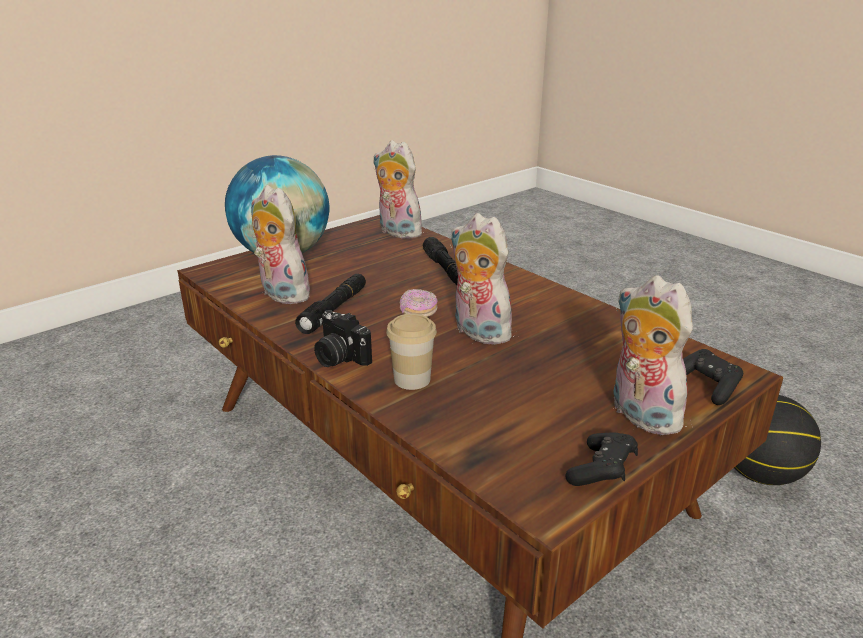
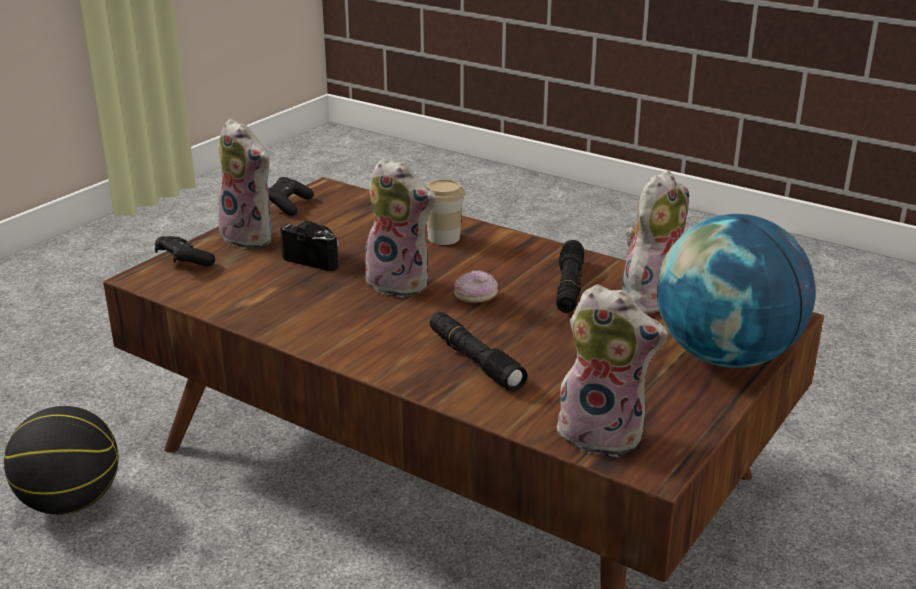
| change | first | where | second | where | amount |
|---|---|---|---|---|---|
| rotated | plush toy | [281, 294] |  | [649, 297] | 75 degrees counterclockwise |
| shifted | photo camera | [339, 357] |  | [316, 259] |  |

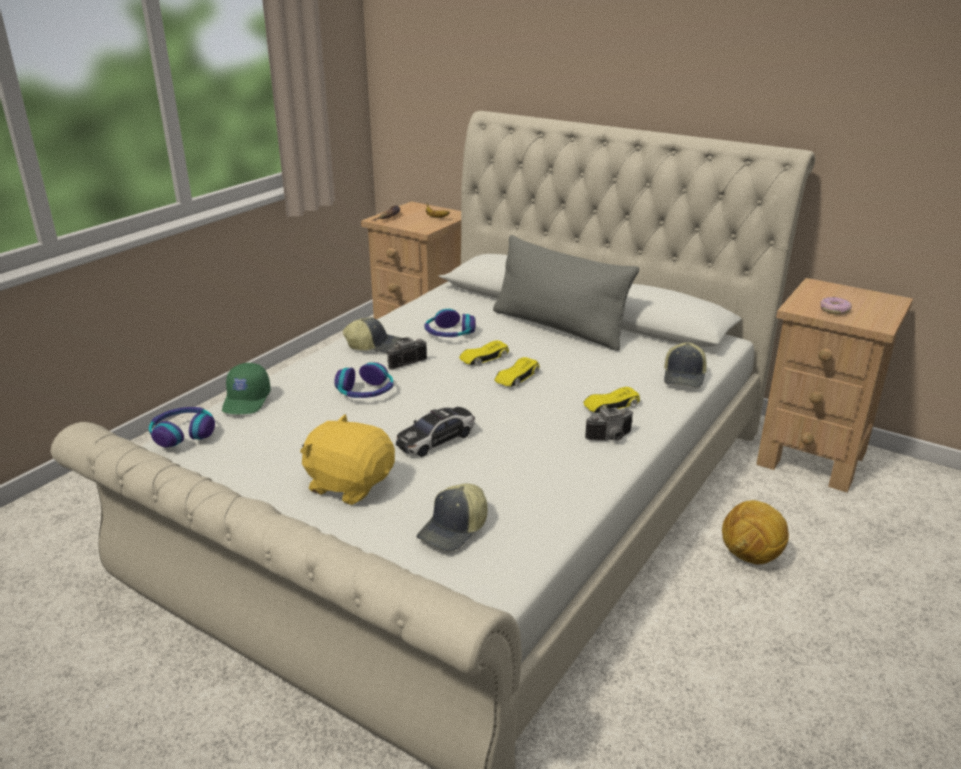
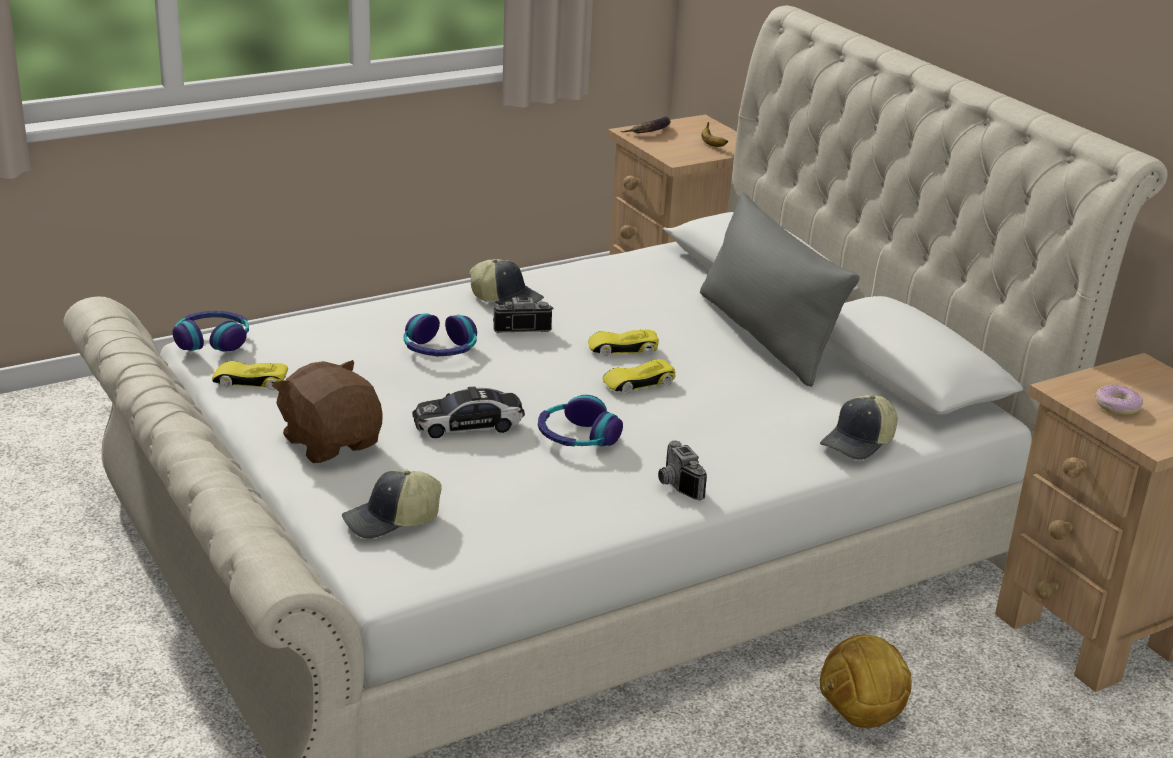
| change | first | where | second | where | amount |
|---|---|---|---|---|---|
| shifted | headphones | [449, 333] |  | [577, 437] |  |
| gone | cap (green) | [247, 400] |  |  |  |
| shifted | toy car (yellow) | [611, 405] |  | [250, 381] |  |
| rotated | photo camera | [611, 438] |  | [675, 485] | 60 degrees clockwise |
| repainted | plush toy (yellow) | [350, 484] | plush toy (brown) | [331, 442] |  |

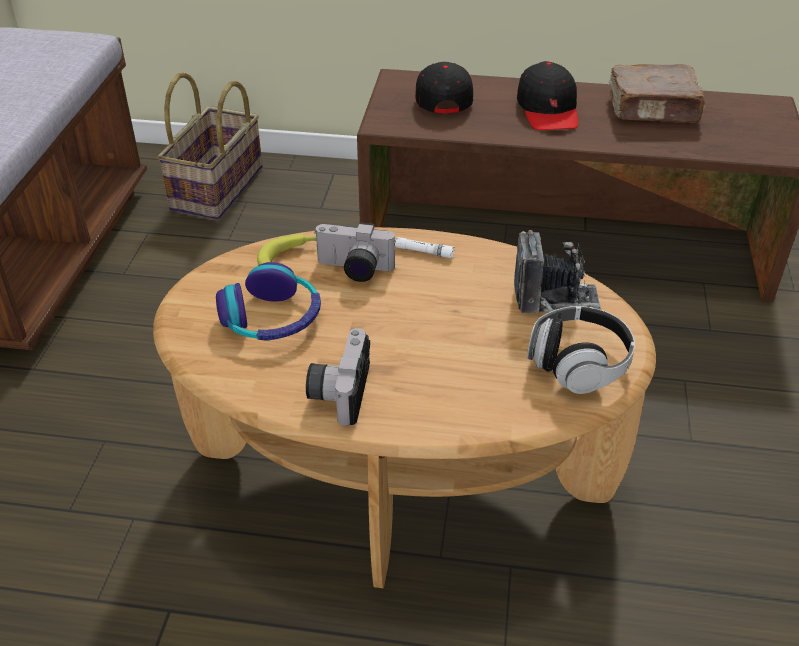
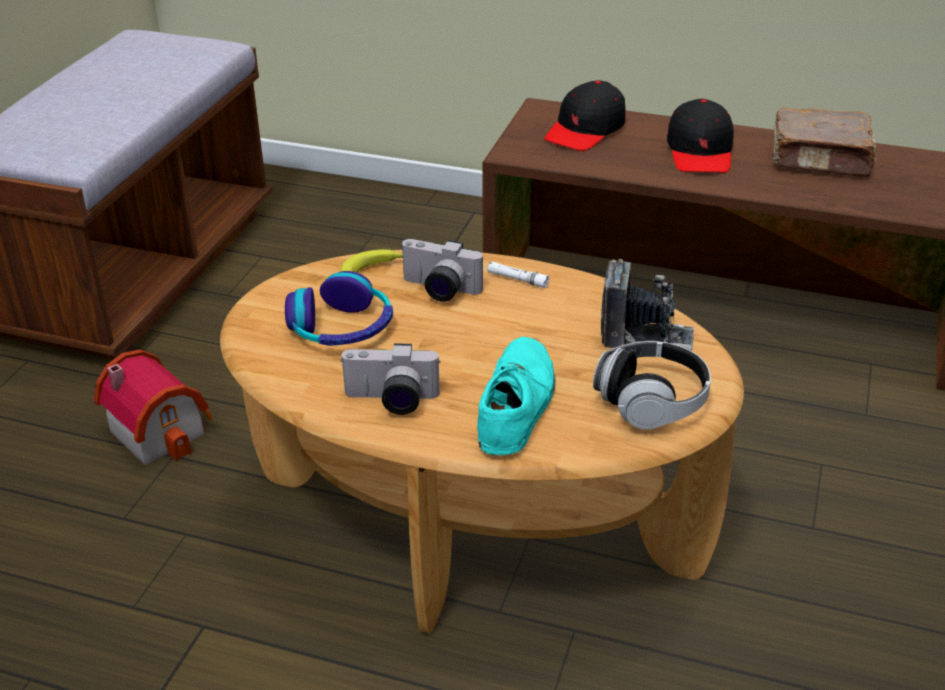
| change | first | where | second | where | amount |
|---|---|---|---|---|---|
| rotated | cap (black) | [442, 96] |  | [585, 130] | 150 degrees counterclockwise |
| gone | basket | [218, 188] |  |  |  |
| rotated | photo camera | [338, 390] |  | [391, 401] | 105 degrees counterclockwise |
| new |  |  | shoe (turquoise) | [515, 405] |  |
| new |  |  | toy house | [161, 429] |  |

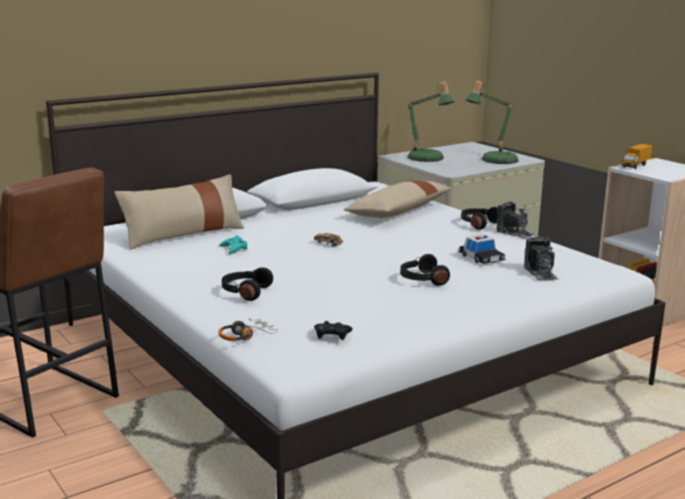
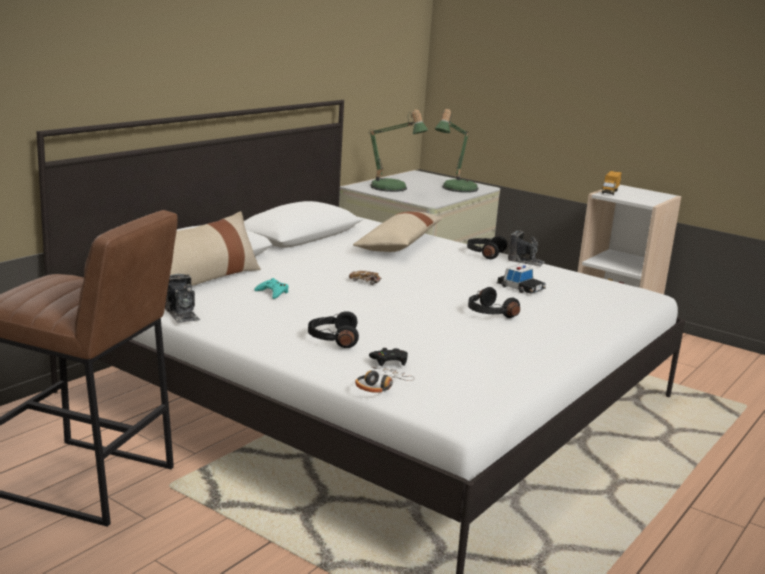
| change | first | where | second | where | amount |
|---|---|---|---|---|---|
| shifted | photo camera | [541, 273] |  | [182, 314] |  |
| shifted | game controller (black) | [332, 335] |  | [389, 361] |  |

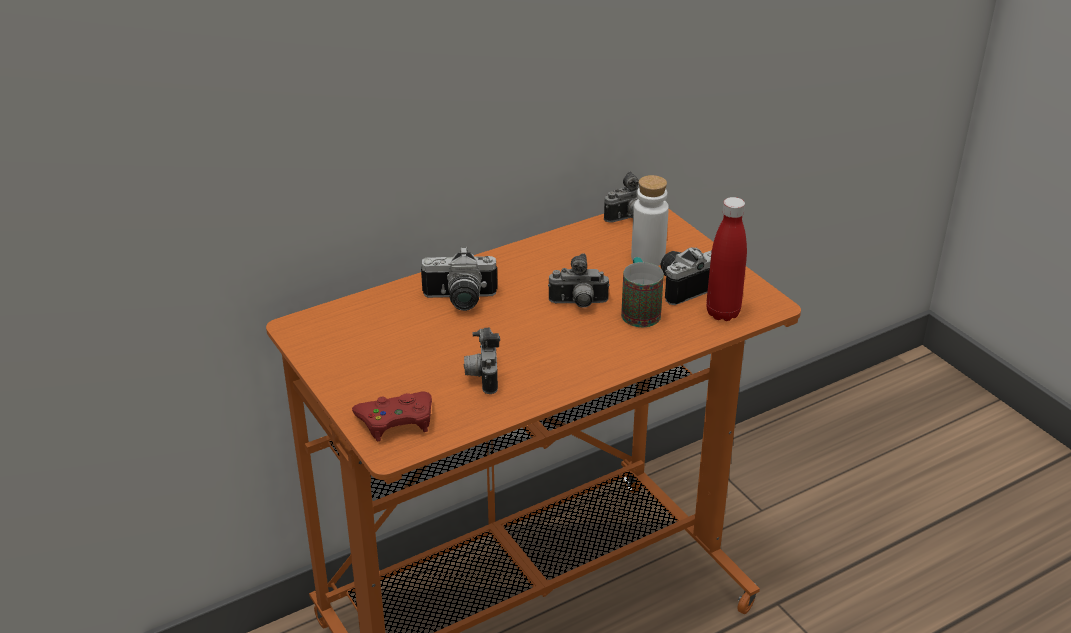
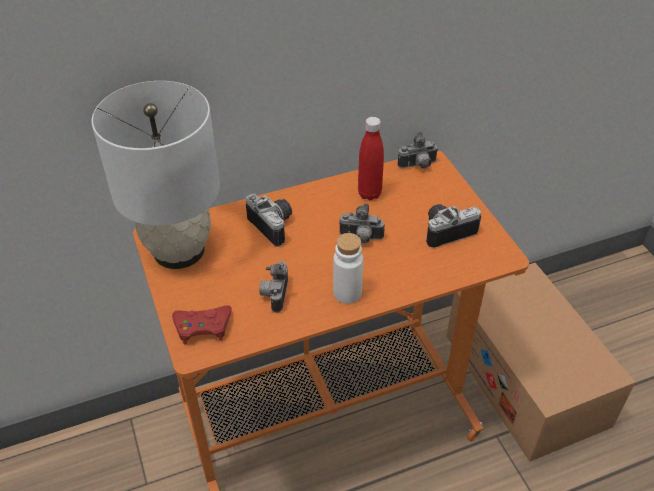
| change | first | where | second | where | amount |
|---|---|---|---|---|---|
| shifted | bottle (white) | [648, 258] |  | [347, 293] |  |
| shifted | bottle (red) | [723, 313] |  | [369, 194] |  |
| rotated | photo camera | [459, 301] |  | [275, 225] | 135 degrees counterclockwise |
| gone | mug | [639, 310] |  |  |  |
| new |  |  | table lamp (white) | [178, 250] |  |
| new |  |  | cardboard box | [525, 379] |  |

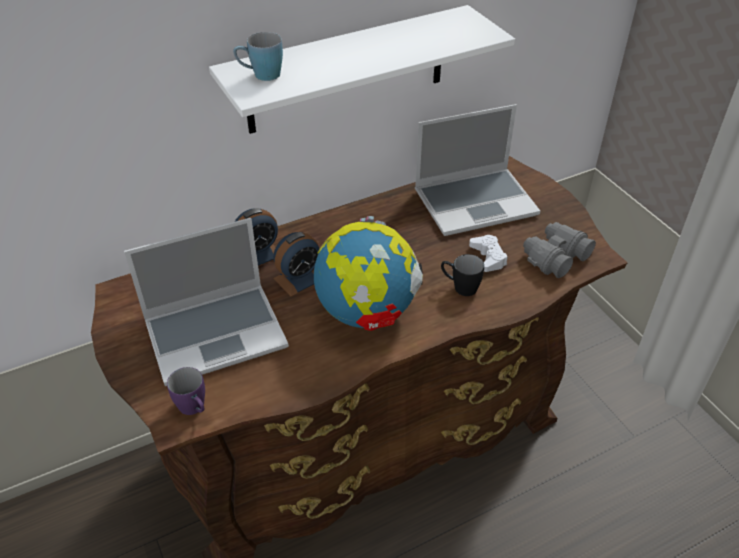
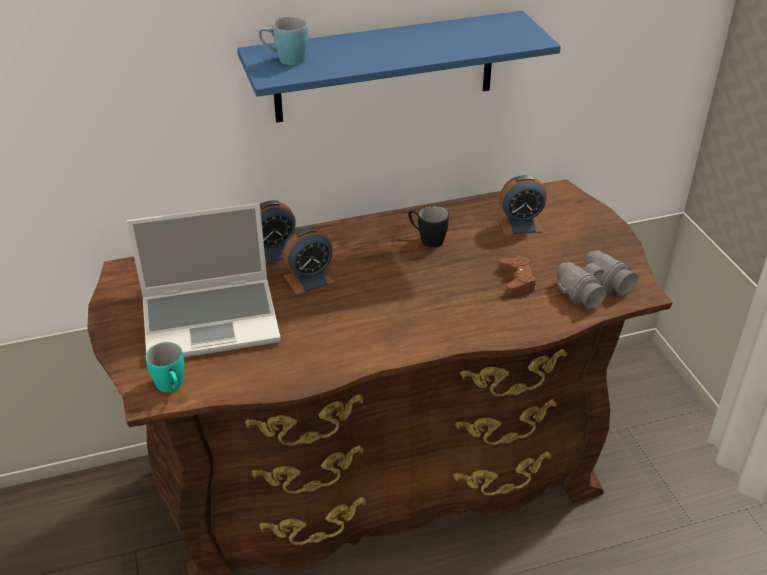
| change | first | where | second | where | amount |
|---|---|---|---|---|---|
| repainted | shelf (white) | [347, 70] | shelf (blue) | [385, 67] |  |
| swapped | laptop | [476, 202] | alarm clock | [520, 224] |  |
| gone | globe | [367, 313] |  |  |  |
| repainted | game controller (white) | [488, 257] | game controller (brown) | [517, 280] |  |
| shifted | mug (black) | [460, 287] |  | [427, 239] |  |
| repainted | mug (purple) | [194, 408] | mug (turquoise) | [172, 387] |  |

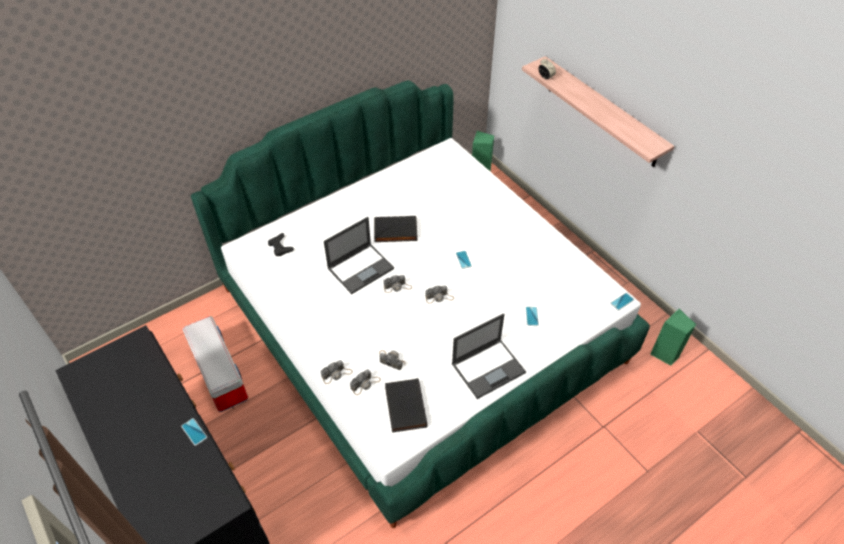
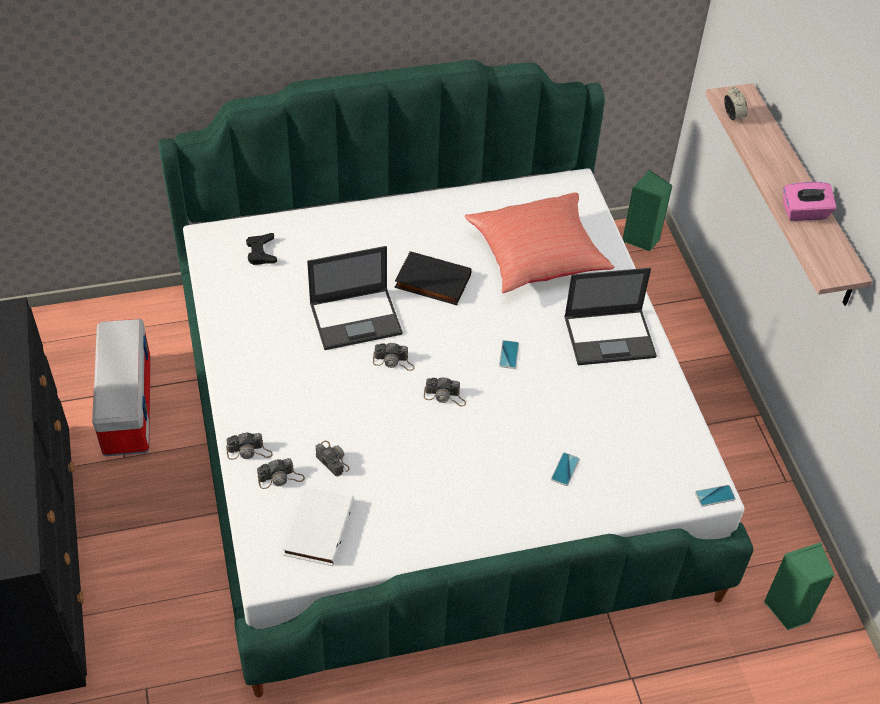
| change | first | where | second | where | amount |
|---|---|---|---|---|---|
| shifted | laptop | [489, 368] |  | [610, 336] |  |
| repainted | book (black) | [404, 406] | book (white) | [317, 527] |  |
| gone | phone | [194, 432] |  |  |  |
| new |  |  | tissue box (pink) | [804, 213] |  |
| new |  |  | pillow (red) | [538, 259] |  |

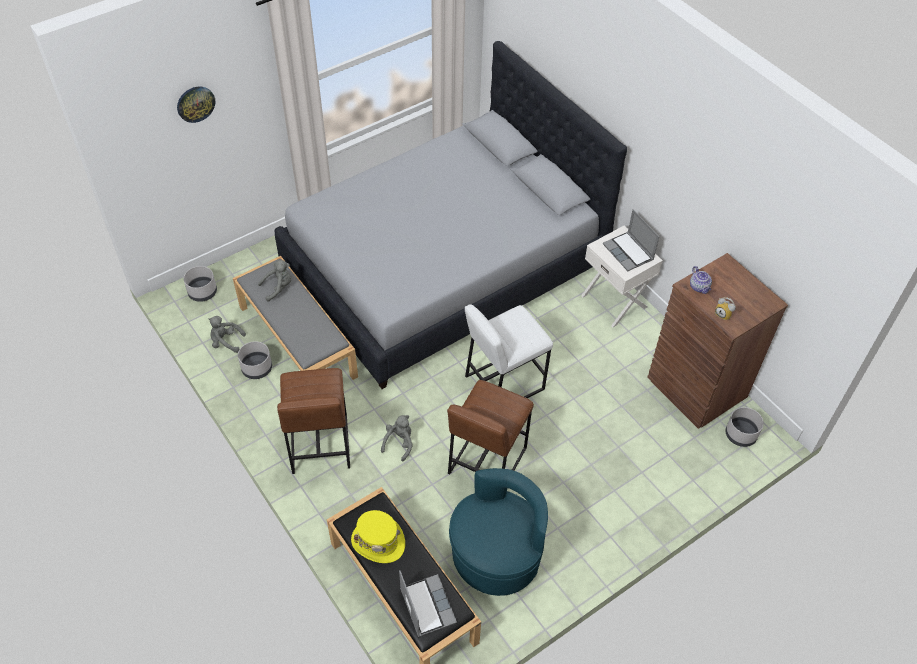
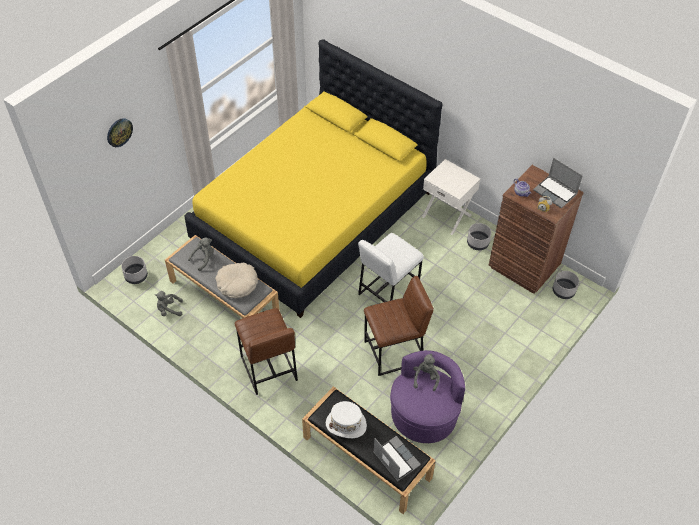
| change | first | where | second | where | amount |
|---|---|---|---|---|---|
| repainted | bed (grey) | [444, 266] | bed (yellow) | [314, 216] |  |
| shifted | laptop | [629, 252] |  | [555, 192] |  |
| shifted | planter (grey) | [256, 368] |  | [477, 243] |  |
| rotated | chair (brown) | [486, 461] |  | [394, 351] | 120 degrees counterclockwise |
| shifted | plush toy (grey) | [399, 443] |  | [425, 377] |  |
| repainted | armchair (turquoise) | [495, 557] | armchair (purple) | [423, 417] |  |
| repainted | hat (yellow) | [378, 542] | hat (white) | [346, 424] |  |
| new |  |  | pillow (beige) | [237, 285] |  |

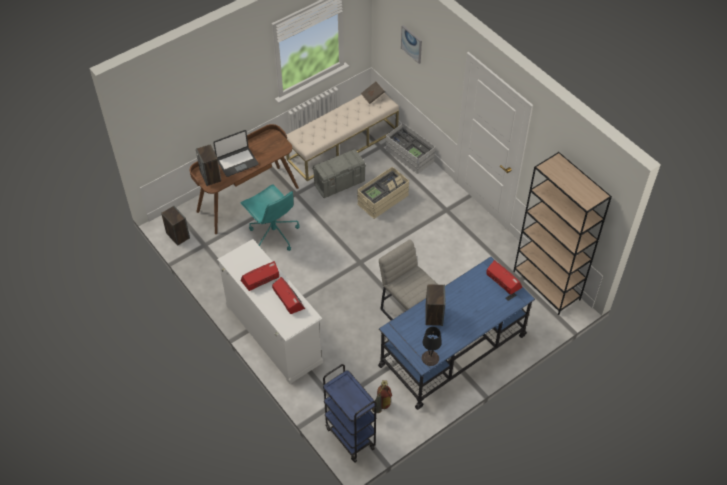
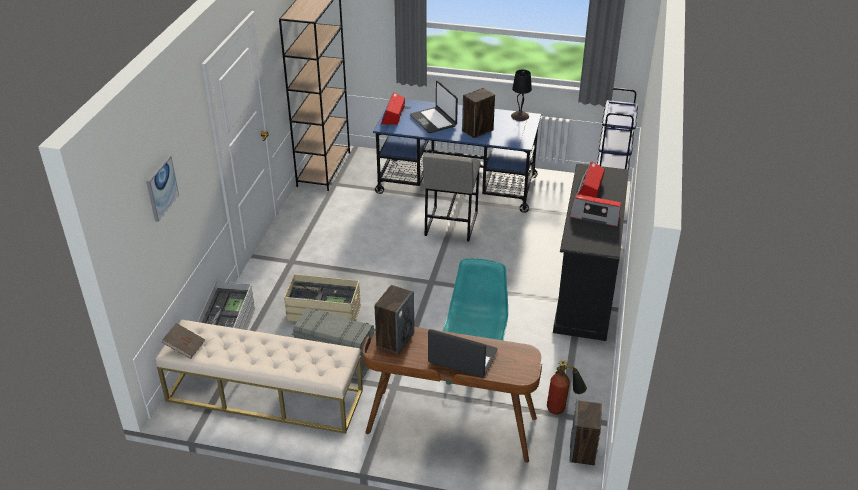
| change | first | where | second | where | amount |
|---|---|---|---|---|---|
| shifted | speaker | [210, 176] |  | [395, 339] |  |
| repainted | cabinet (white) | [273, 333] | cabinet (black) | [586, 289] |  |
| shifted | fire extinguisher | [381, 408] |  | [563, 407] |  |
| new |  |  | laptop | [433, 120] |  |

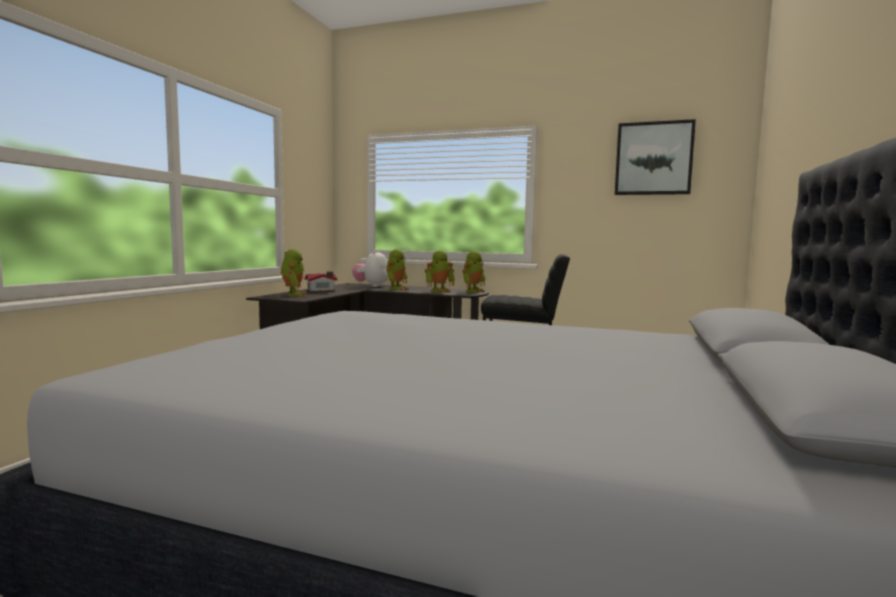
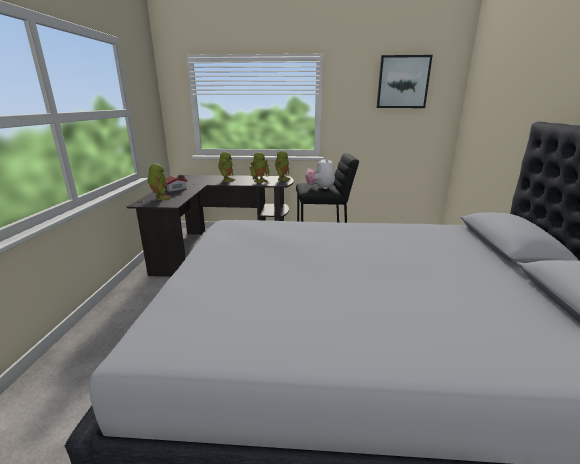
| change | first | where | second | where | amount |
|---|---|---|---|---|---|
| shifted | plush toy | [371, 286] |  | [320, 187] |  |

